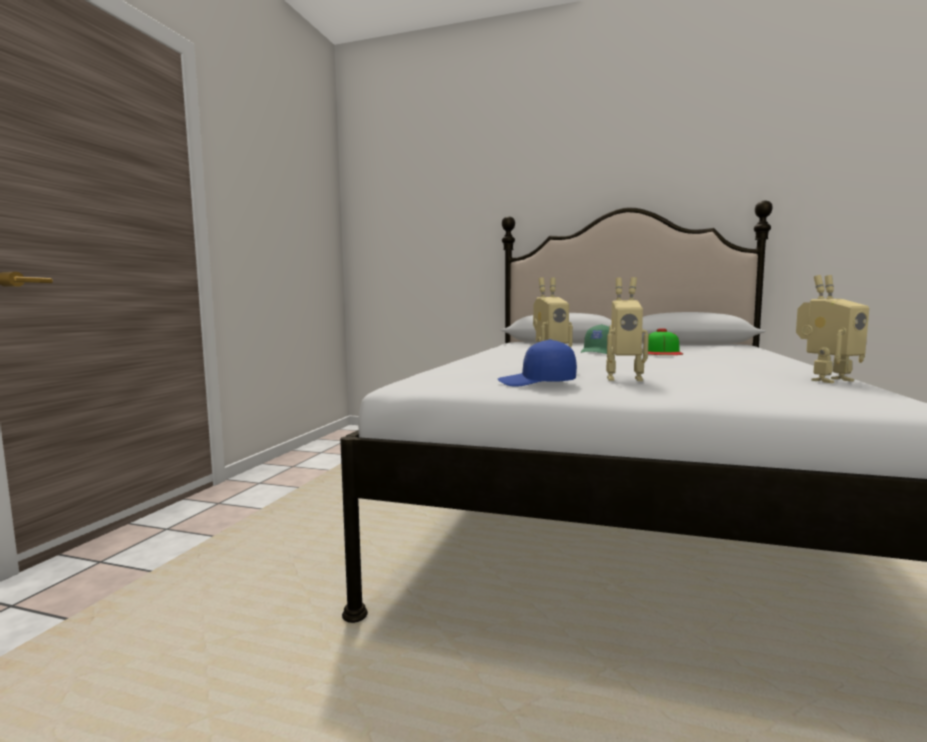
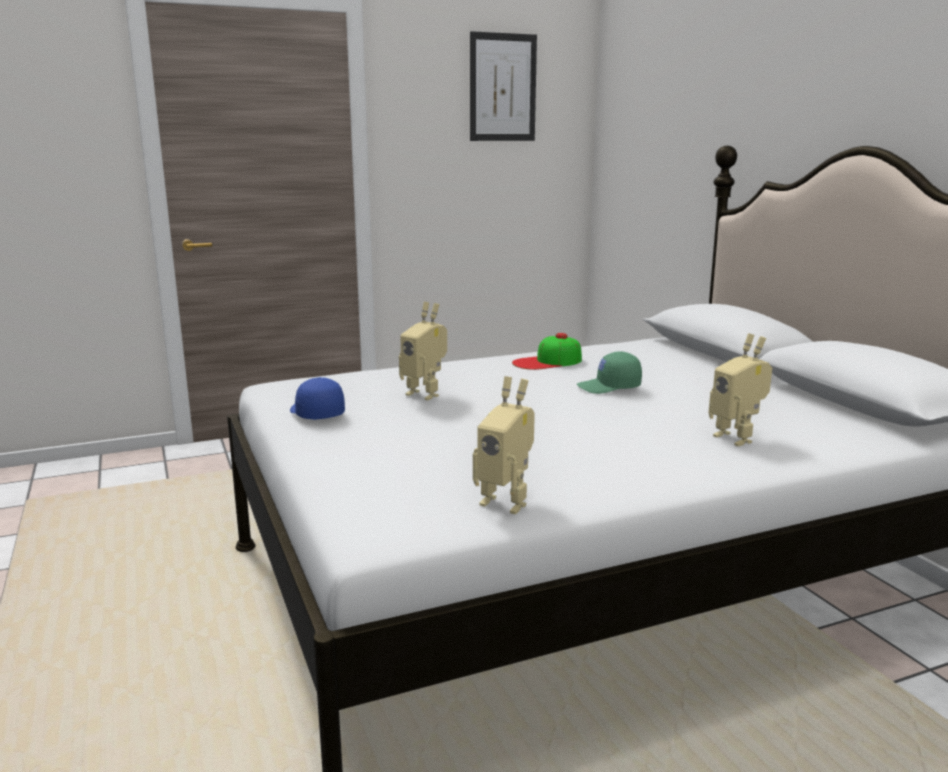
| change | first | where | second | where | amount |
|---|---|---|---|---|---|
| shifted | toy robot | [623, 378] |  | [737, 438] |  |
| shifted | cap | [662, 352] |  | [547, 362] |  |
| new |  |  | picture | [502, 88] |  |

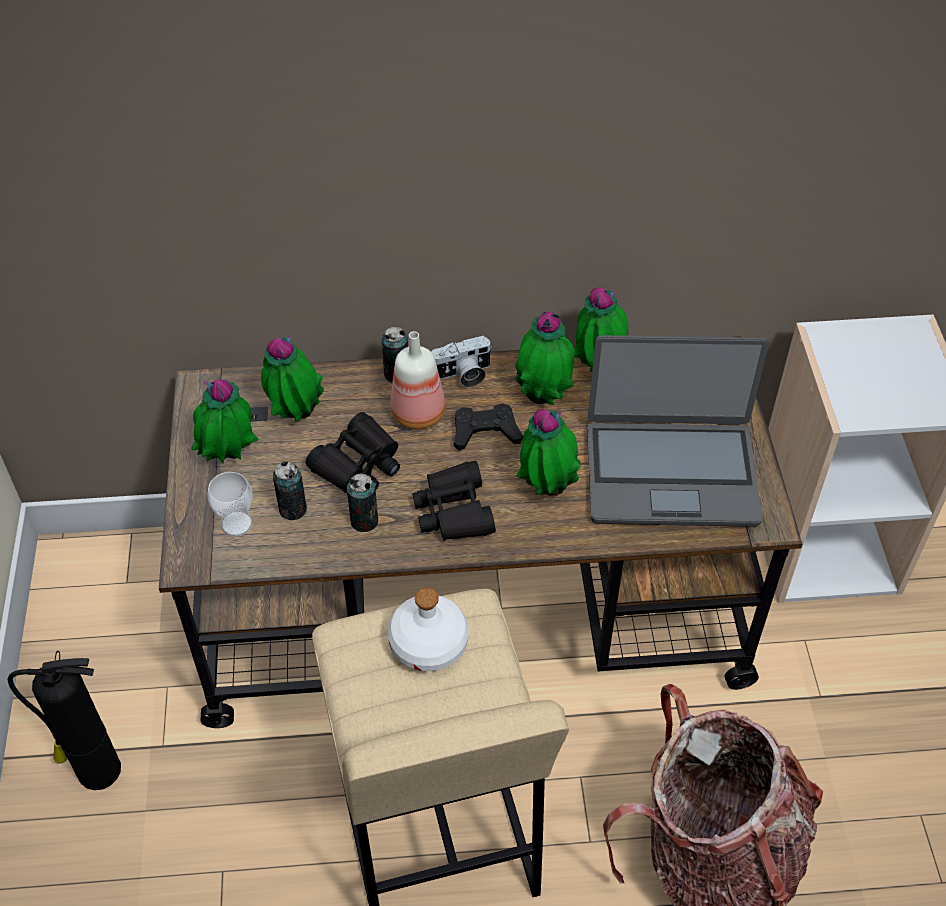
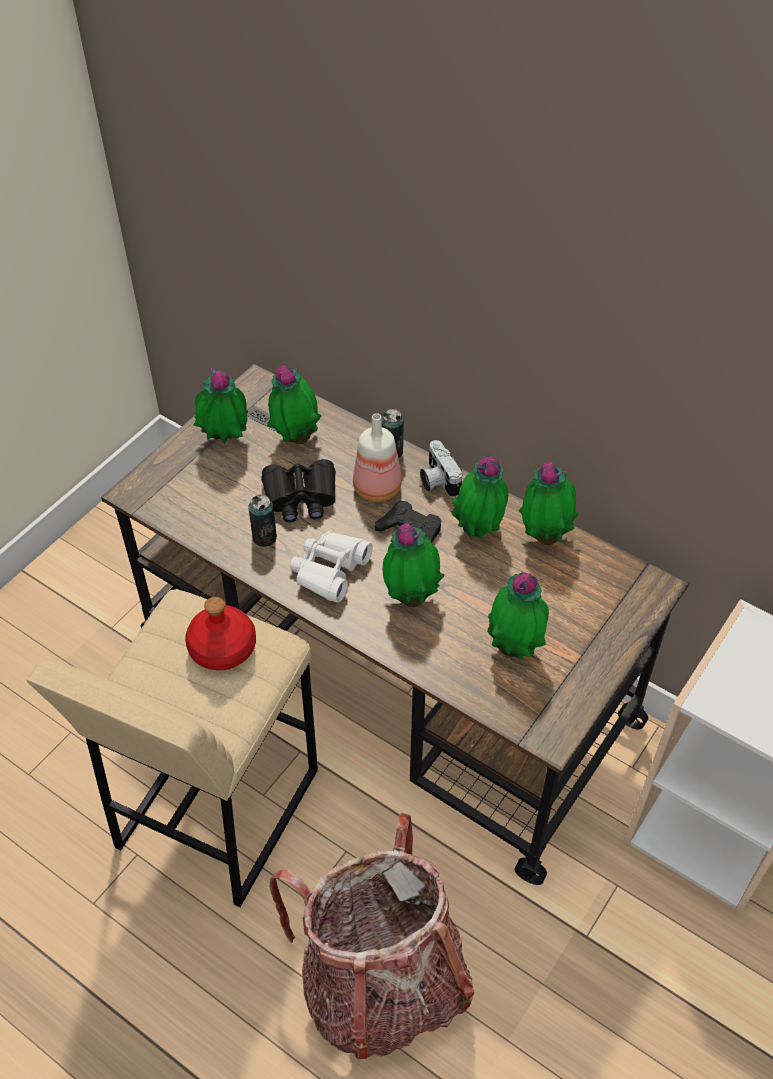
| change | first | where | second | where | amount |
|---|---|---|---|---|---|
| rotated | photo camera | [463, 375] |  | [437, 480] | 45 degrees clockwise |
| swapped | laptop | [670, 473] | potted plant | [514, 648] |  |
| gone | can | [293, 509] |  |  |  |
| repainted | binoculars (black) | [454, 511] | binoculars (white) | [330, 570] |  |
| gone | cup | [236, 524] |  |  |  |
| repainted | bottle (white) | [428, 644] | bottle (red) | [222, 648] |  |
| gone | fire extinguisher | [96, 770] |  |  |  |

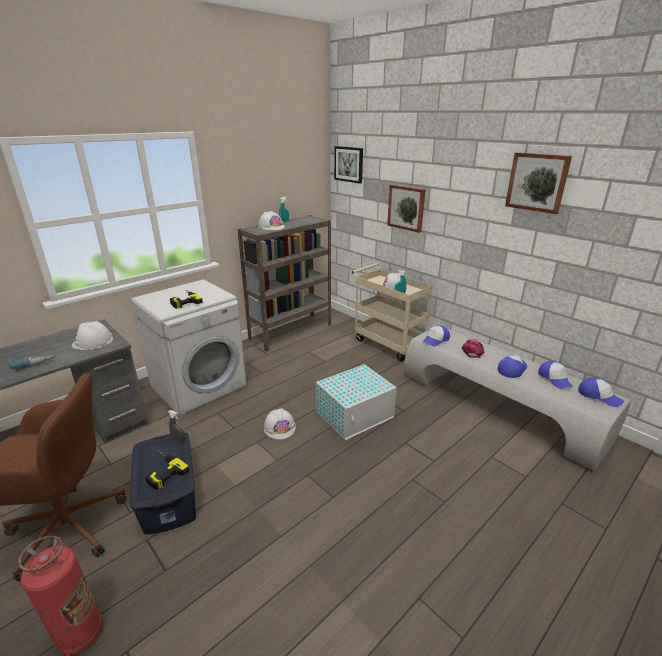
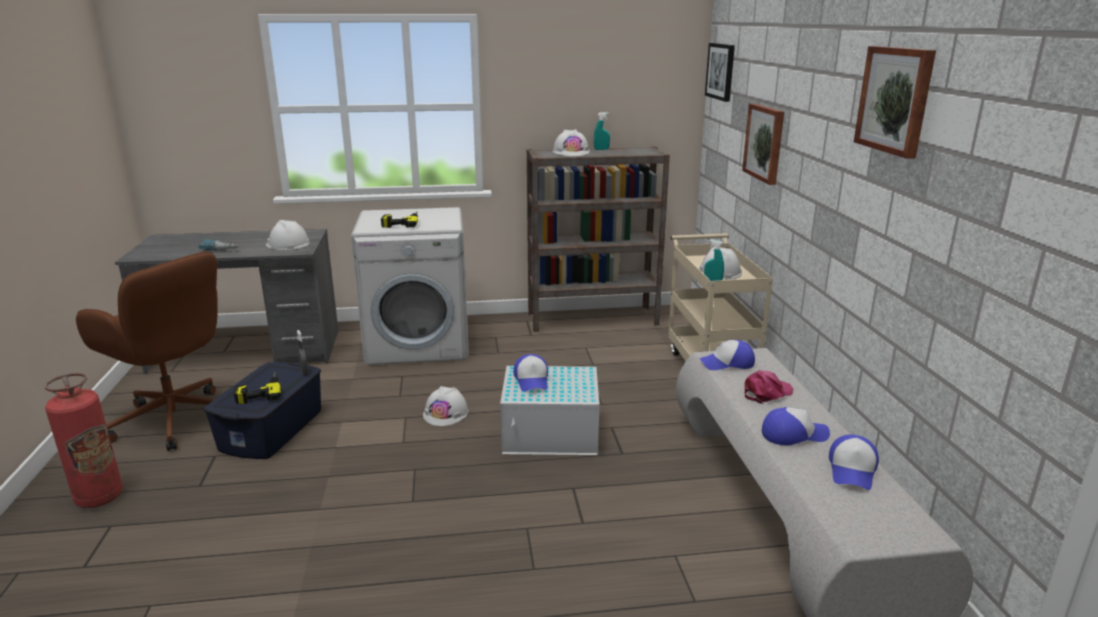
| change | first | where | second | where | amount |
|---|---|---|---|---|---|
| shifted | cap | [599, 396] |  | [532, 380] |  |

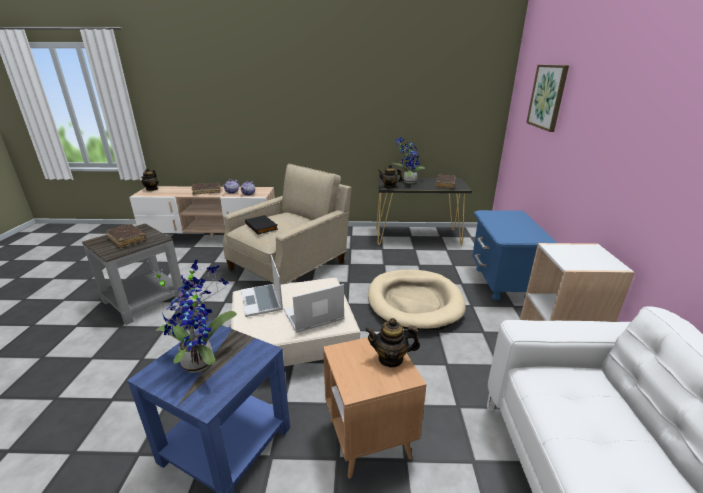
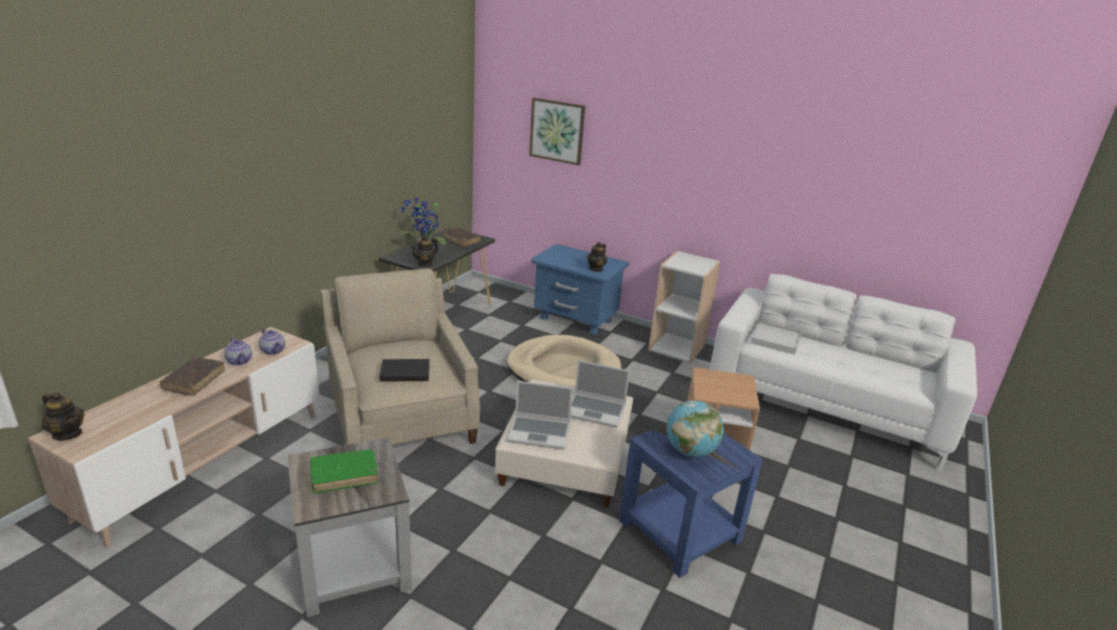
| change | first | where | second | where | amount |
|---|---|---|---|---|---|
| repainted | book (brown) | [127, 239] | book (green) | [344, 476] |  |
| swapped | potted plant | [201, 360] | globe | [690, 451] |  |
| rotated | laptop | [313, 316] |  | [596, 411] | 75 degrees counterclockwise |
| shifted | teapot | [391, 359] |  | [596, 269] |  |
| new |  |  | tray (white) | [776, 340] |  |

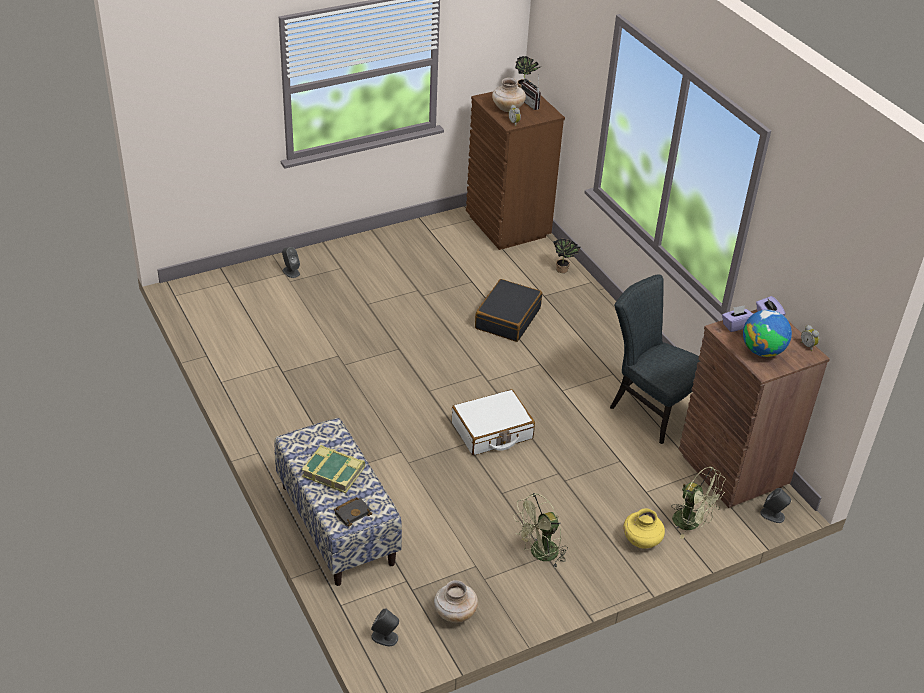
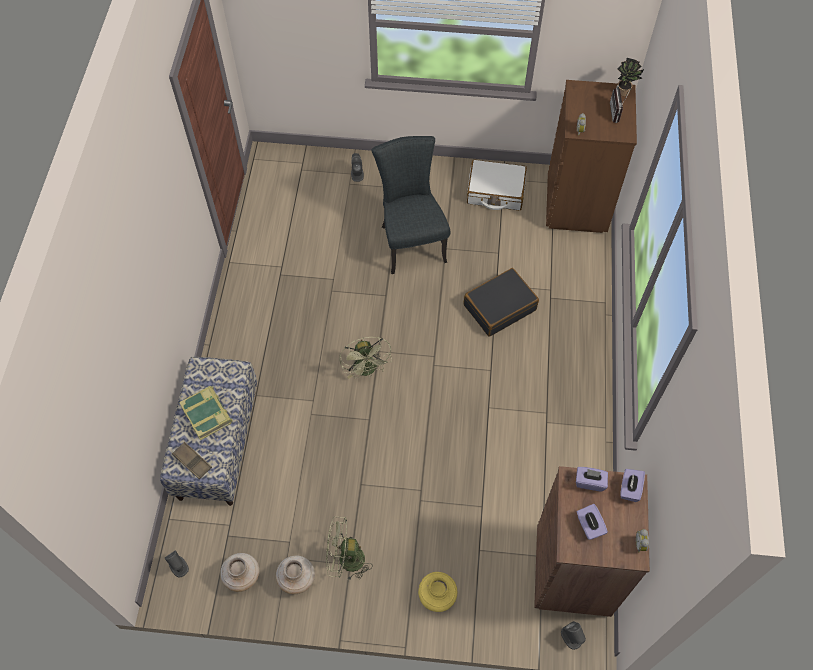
| change | first | where | second | where | amount |
|---|---|---|---|---|---|
| shifted | vase (beige) | [507, 108] |  | [297, 578] |  |
| gone | potted plant | [564, 269] |  |  |  |
| shifted | chair (grey) | [648, 408] |  | [410, 240] |  |
| swapped | globe | [762, 351] | tissue box (purple) | [589, 526] |  |
| shifted | suitcase (white) | [492, 431] |  | [495, 191] |  |
| shifted | fan (green) | [692, 523] |  | [367, 370] |  |
| swapped | book (black) | [353, 512] | tray (brown) | [192, 461] |  |

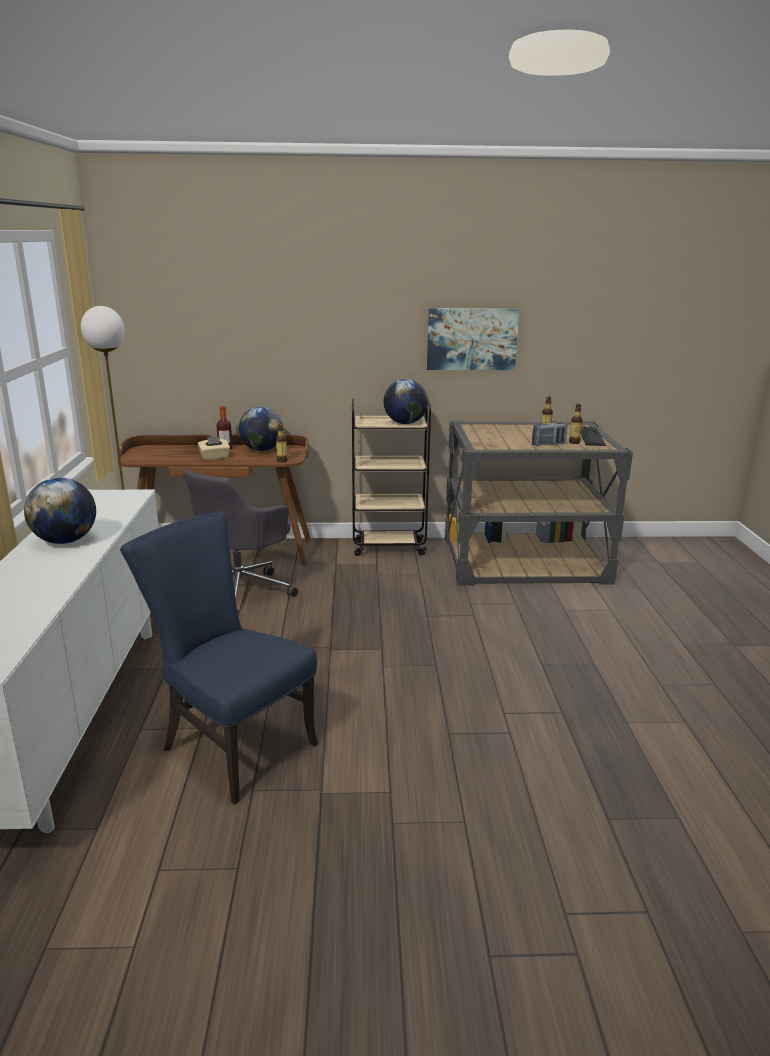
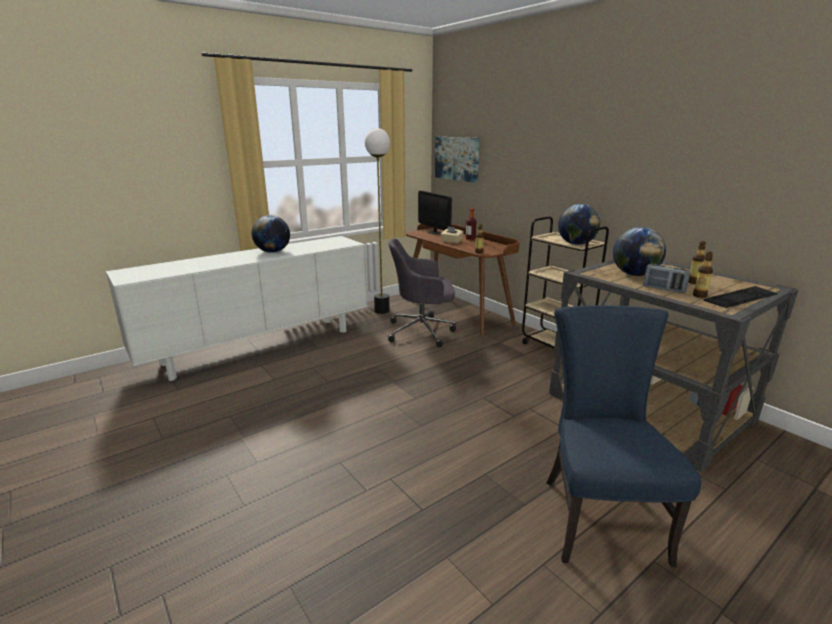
| change | first | where | second | where | amount |
|---|---|---|---|---|---|
| shifted | picture | [472, 339] |  | [457, 158] |  |
| shifted | globe | [262, 450] |  | [634, 274] |  |
| shifted | chair (blue) | [232, 744] |  | [598, 513] |  |
| new |  |  | monitor | [435, 232] |  |

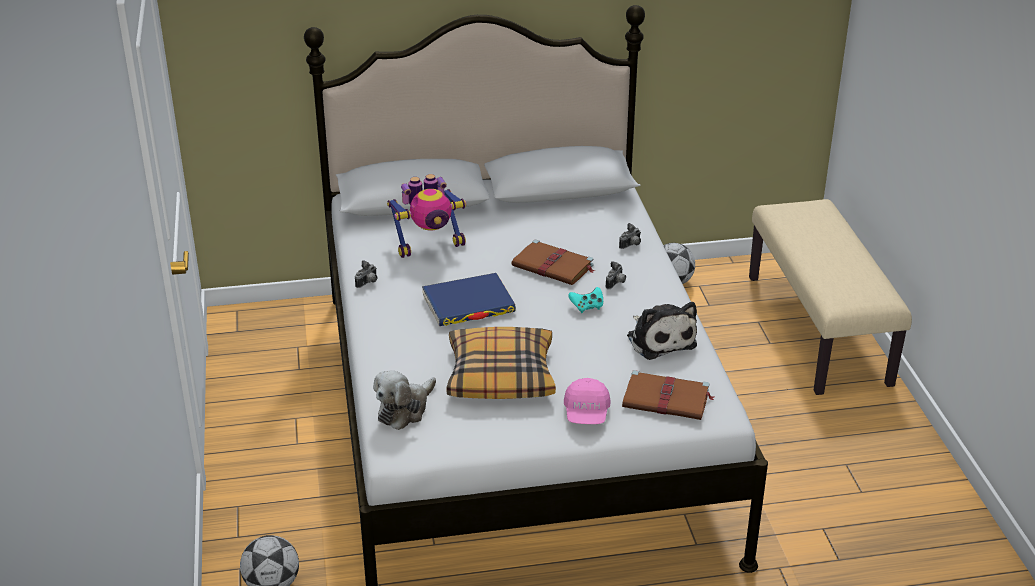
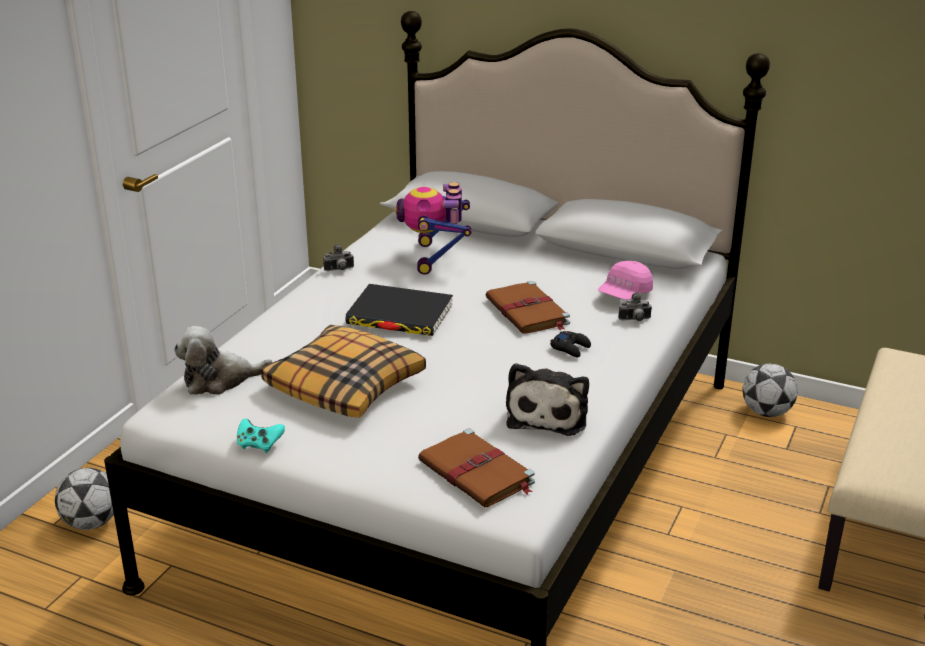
| change | first | where | second | where | amount |
|---|---|---|---|---|---|
| rotated | toy robot | [429, 245] |  | [435, 258] | 75 degrees clockwise |
| swapped | photo camera | [616, 284] | game controller (black) | [570, 348] |  |
| repainted | book (blue) | [468, 304] | book (black) | [399, 315] |  |
| shifted | game controller (turquoise) | [587, 307] |  | [259, 445] |  |
| shifted | cap (pink) | [586, 413] |  | [624, 294] |  |

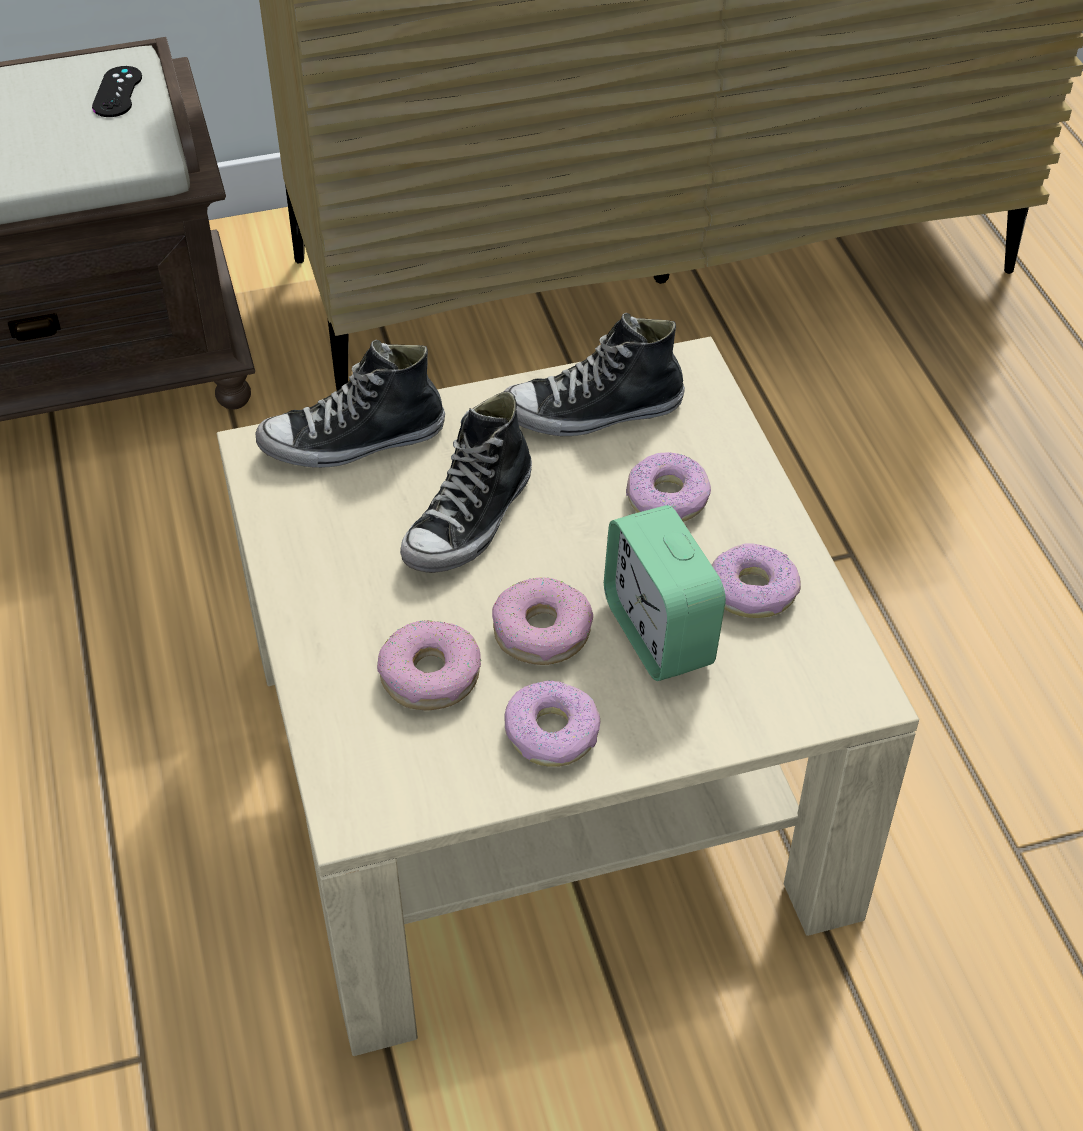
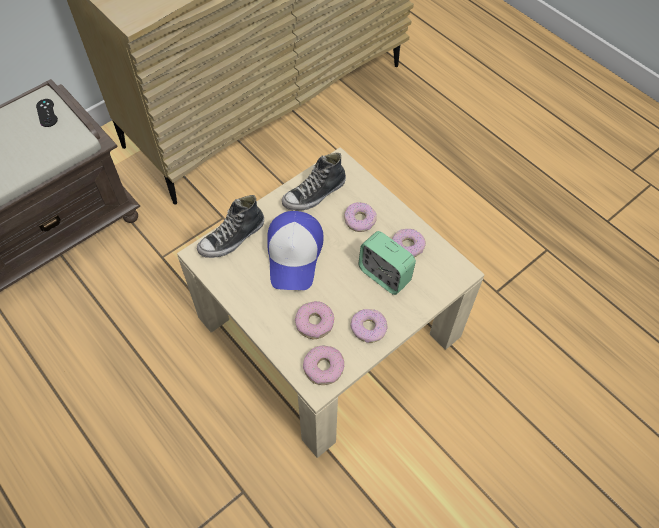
| change | first | where | second | where | amount |
|---|---|---|---|---|---|
| swapped | shoe | [470, 520] | cap | [294, 255] |  |
| shifted | donut | [542, 631] |  | [323, 367] |  |

